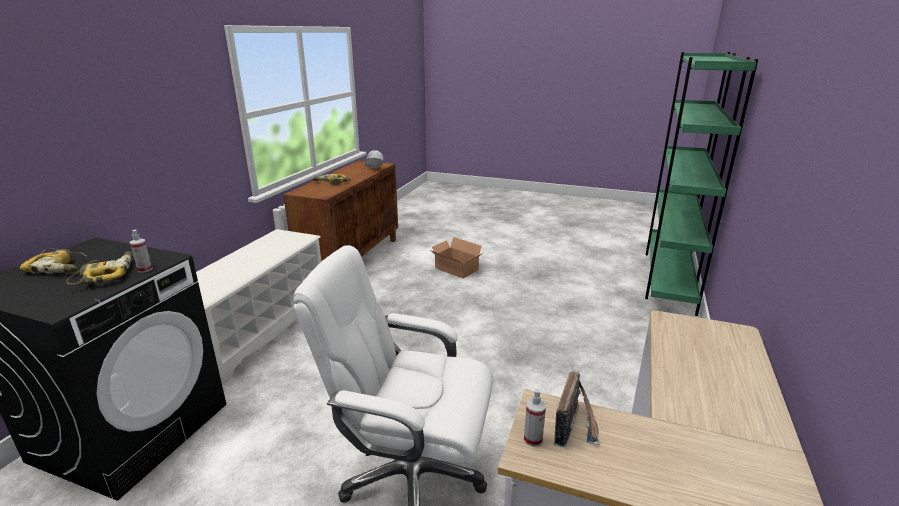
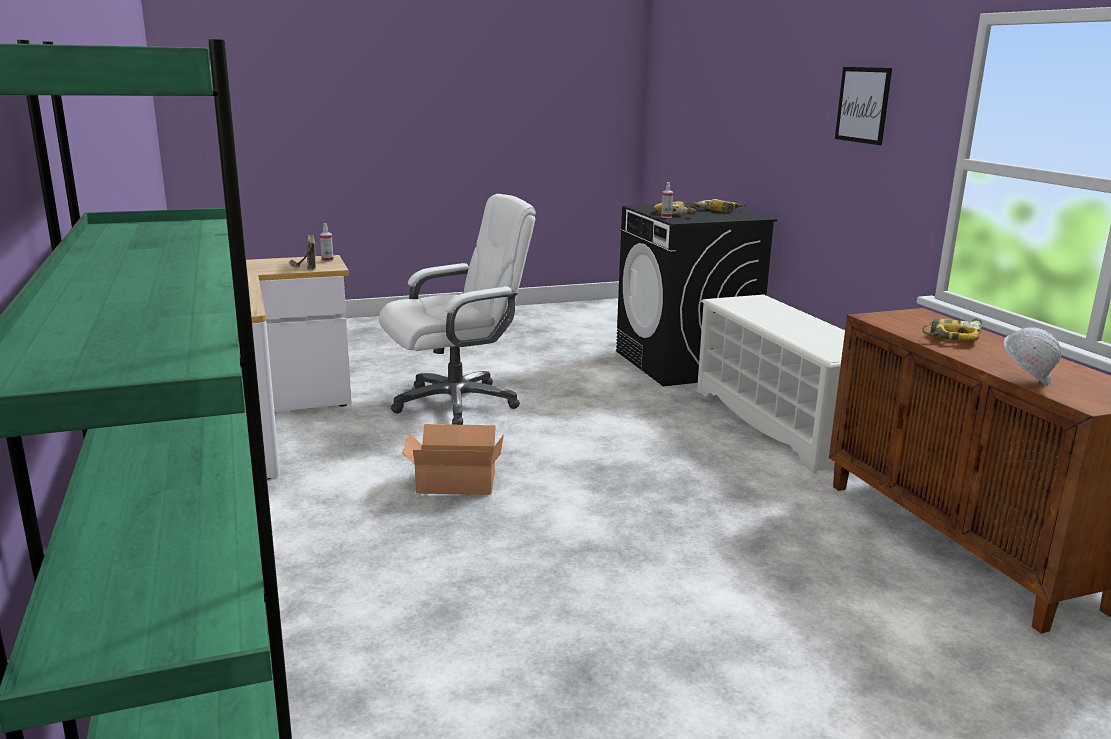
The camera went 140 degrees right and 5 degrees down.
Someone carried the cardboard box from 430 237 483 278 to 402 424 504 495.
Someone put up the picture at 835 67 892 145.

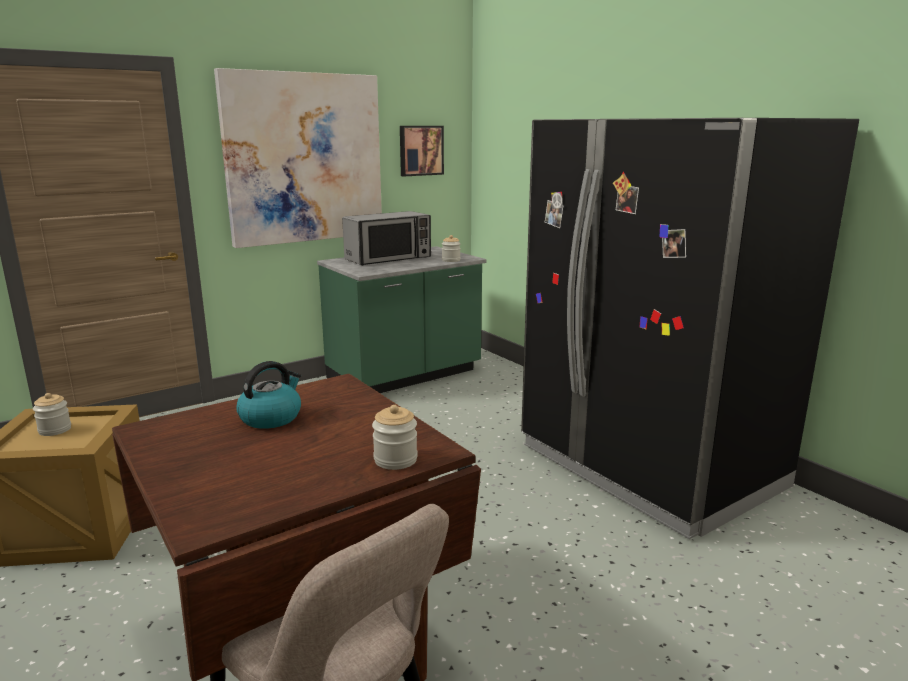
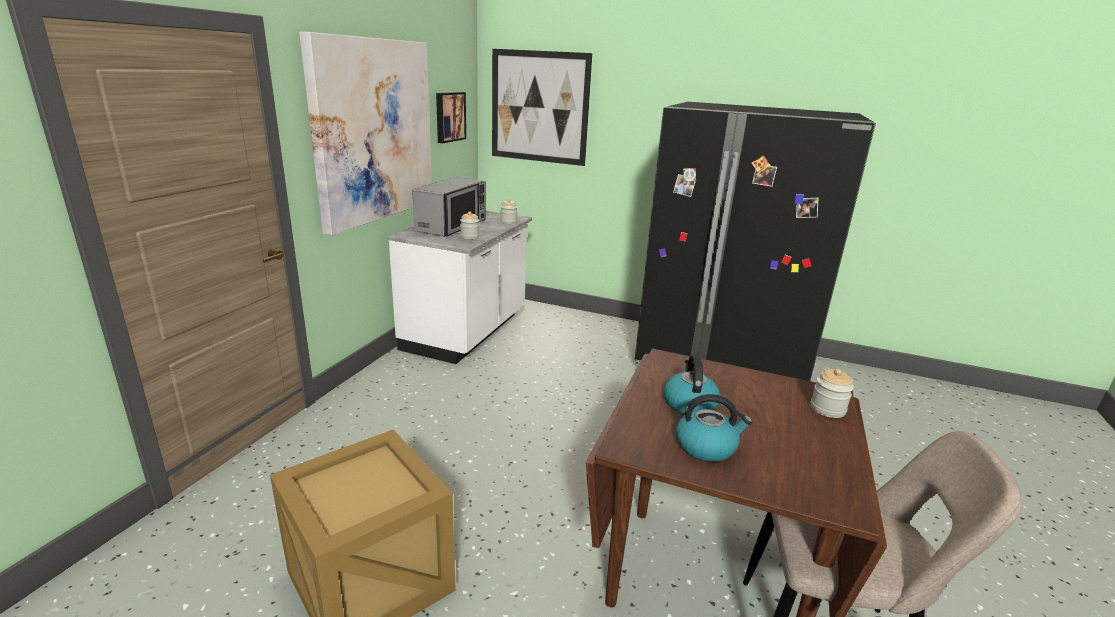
The camera went 35 degrees left and 5 degrees up.
Someone repainted the green counter at 317 246 486 393, which became the white counter at 388 211 532 364.
Someone carried the jar from 33 393 71 436 to 460 212 479 239.
Someone put up the picture at 492 49 592 166.
Someone put down the kettle at 676 394 752 462.

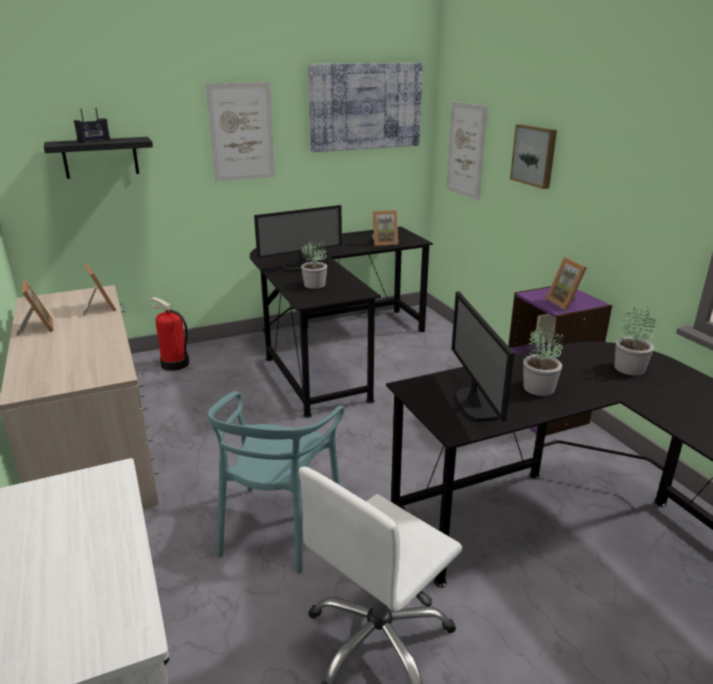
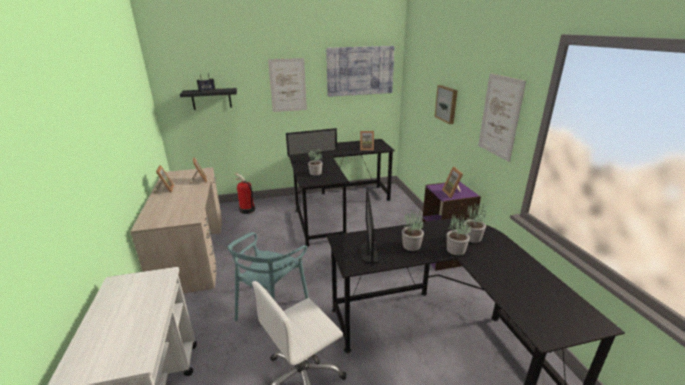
The camera went 10 degrees right and 0 degrees up.
Someone carried the picture from 446 101 487 200 to 478 73 526 162.
Someone put down the potted plant at 447 214 471 255.

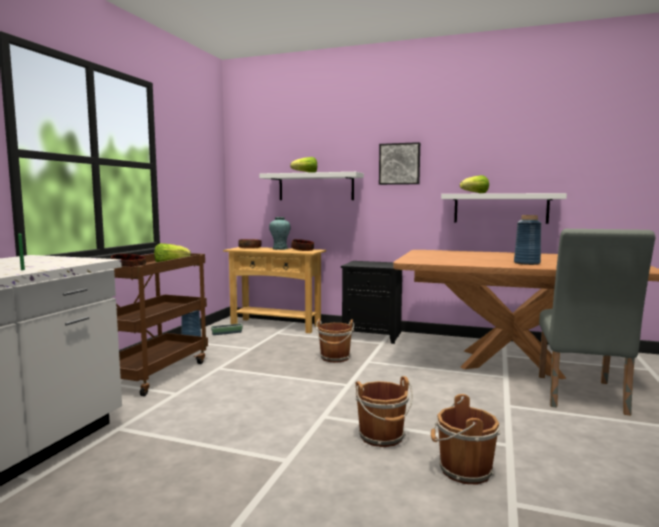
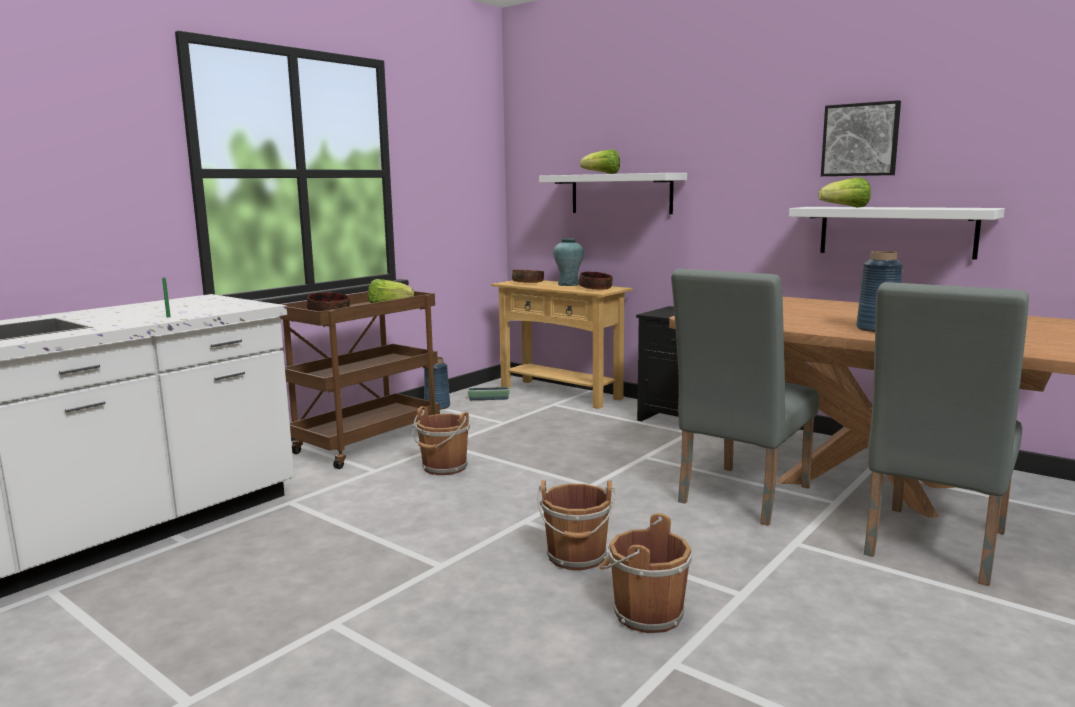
The camera went 20 degrees right and 5 degrees up.
Someone carried the picture from 379 142 420 185 to 821 100 901 176.
Someone carried the brown bucket from 316 319 354 363 to 412 406 470 475.
Someone put down the grey chair at 671 268 819 526.

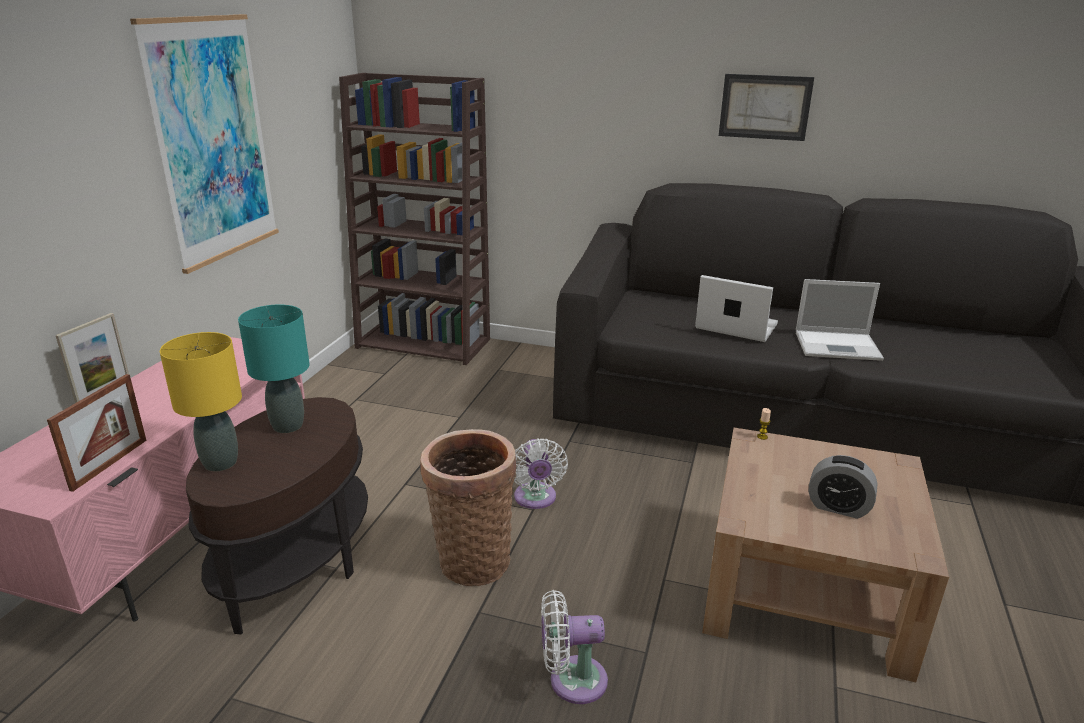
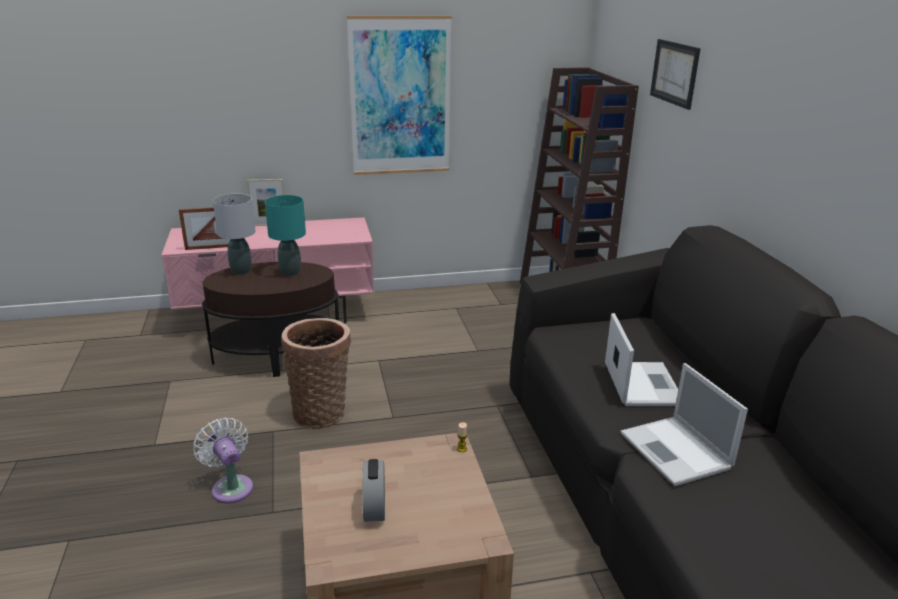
The camera went 60 degrees right and 0 degrees up.
Someone carried the picture from 719 74 814 141 to 650 39 701 110.
Someone repainted the yellow table lamp at 160 332 242 471, which became the grey table lamp at 213 194 256 275.
Someone took away the white fan at 514 438 568 509.

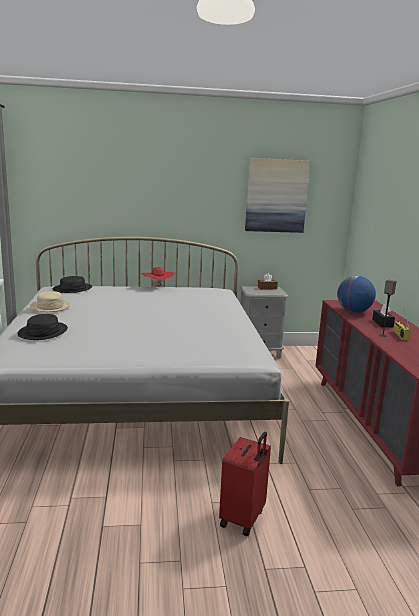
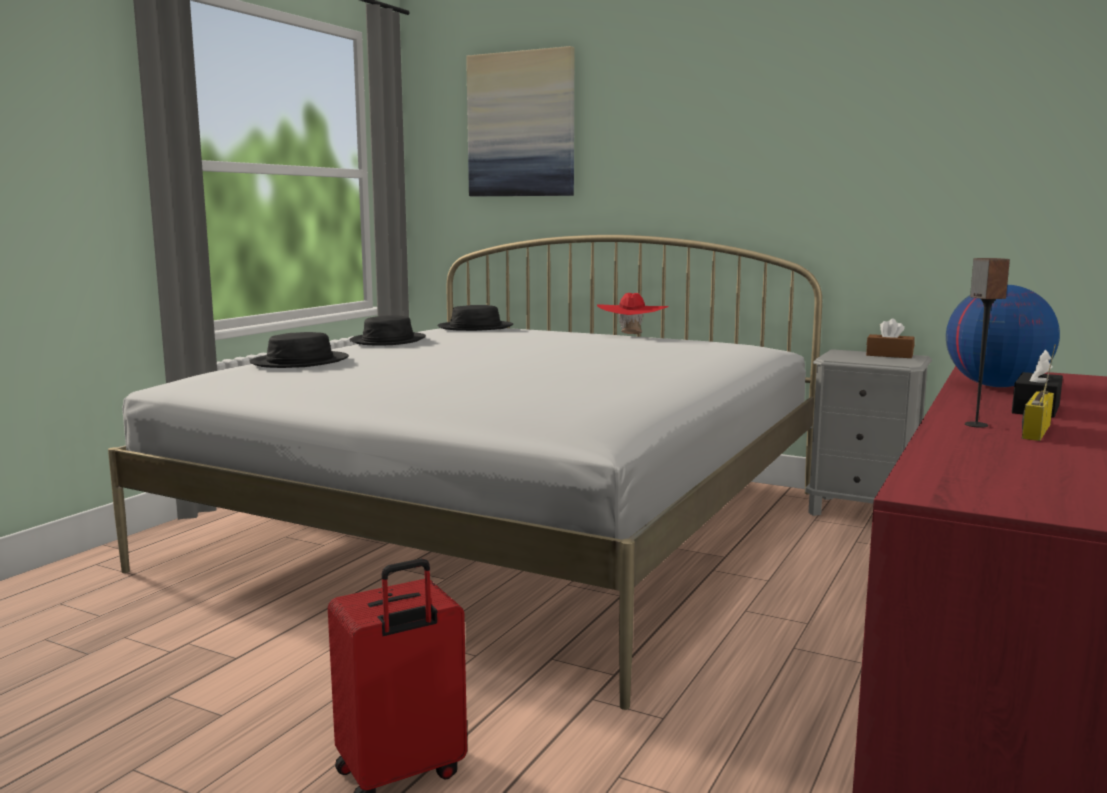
The camera went 35 degrees right and 5 degrees down.
Someone carried the picture from 245 158 310 233 to 466 46 574 196.
Someone repainted the beige hat at 30 291 70 312, which became the black hat at 350 315 426 345.

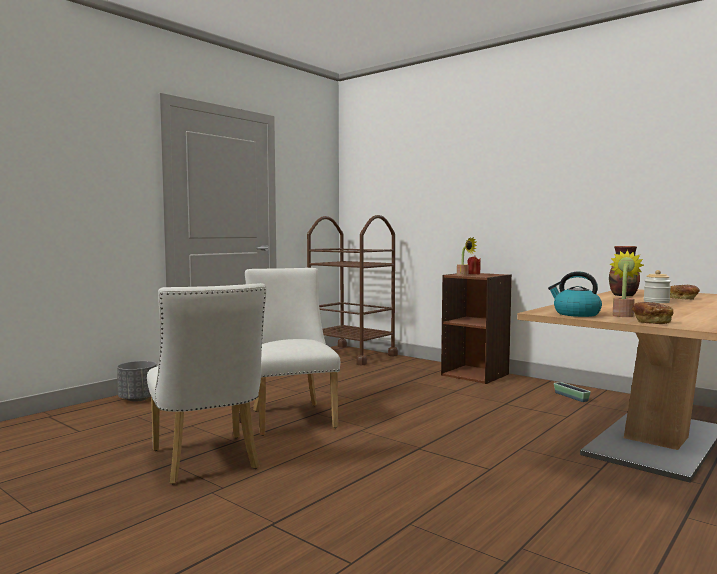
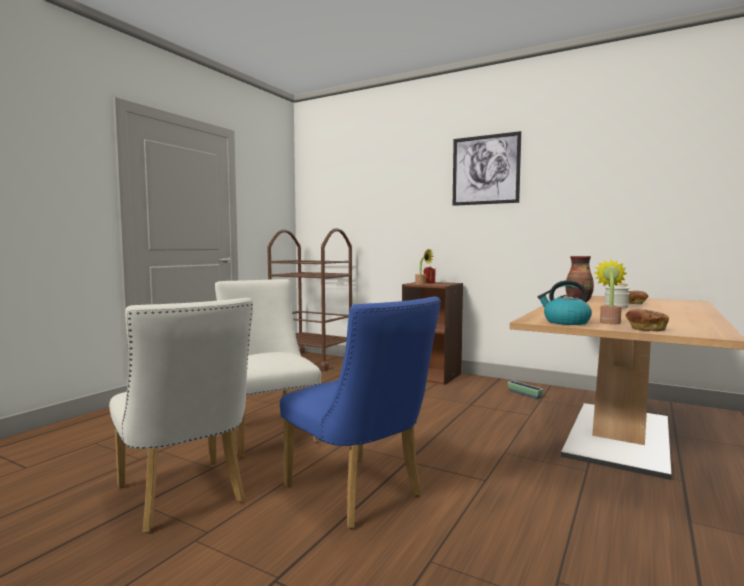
The camera went 10 degrees left and 0 degrees up.
Someone took away the grey planter at 117 361 157 402.
Someone put up the picture at 453 131 521 206.
Someone put down the blue chair at 280 296 441 529.

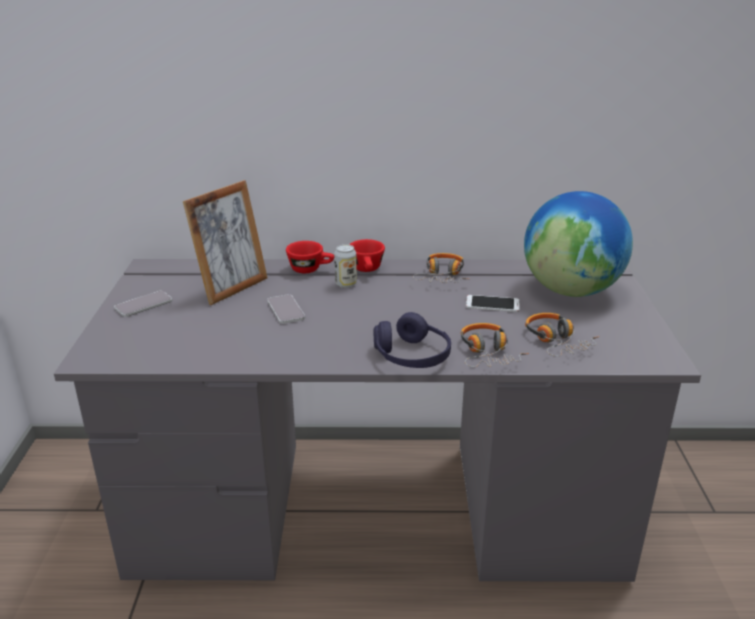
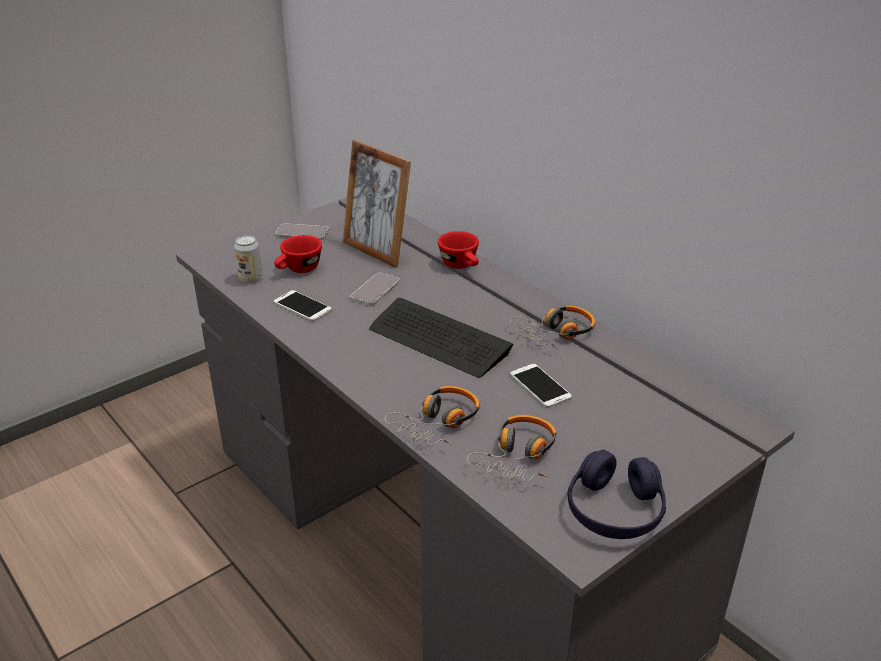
The camera went 50 degrees right and 5 degrees up.
Someone rotated the picture frame at 183 180 268 305 by 45 degrees clockwise.
Someone took away the globe at 524 191 633 297.
Someone carried the red cup from 349 239 385 272 to 274 235 322 273.
Someone carried the can from 334 244 357 288 to 234 235 262 283.
Someone carried the purple headphones from 374 312 451 368 to 567 450 666 539.
Someone put down the phone at 274 290 332 321.
Someone put down the keyboard at 369 298 513 378.

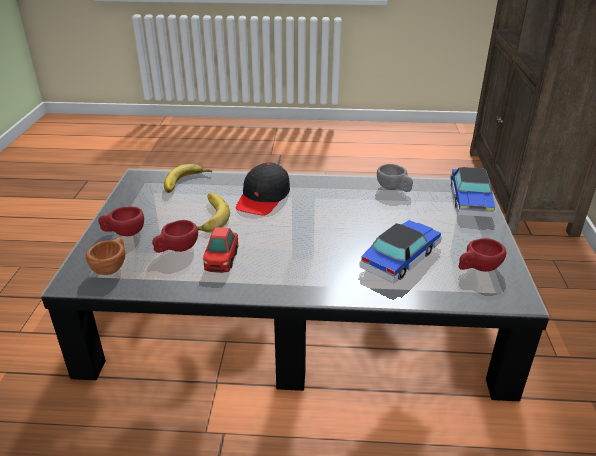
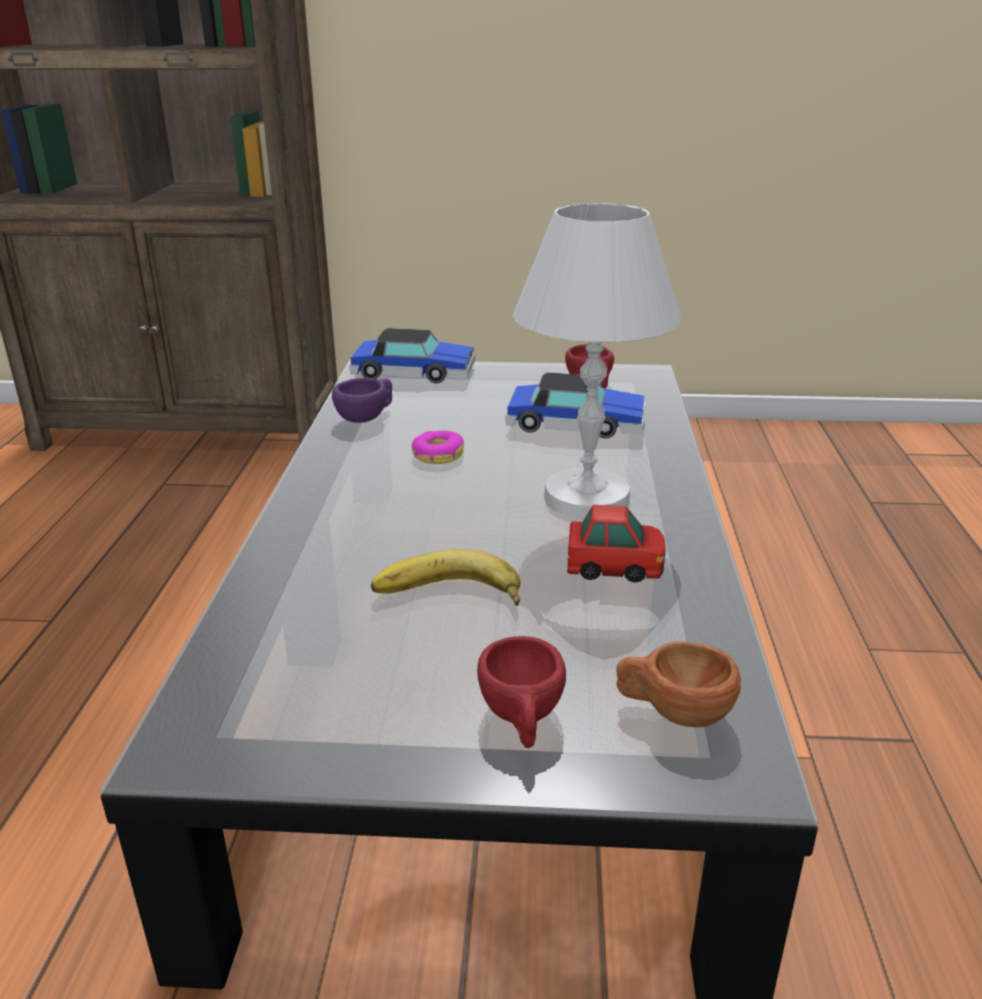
The camera went 90 degrees left and 5 degrees down.
Someone took away the black cap at 236 163 290 216.
Someone took away the banana at 164 164 212 193.
Someone repainted the grey cup at 377 164 413 192, which became the purple cup at 332 378 392 423.
Someone took away the red cup at 152 220 198 253.
Someone rotated the toy car at 359 220 442 283 by 150 degrees clockwise.
Someone put down the white table lamp at 513 203 681 519.
Someone put down the donut at 412 430 464 464.

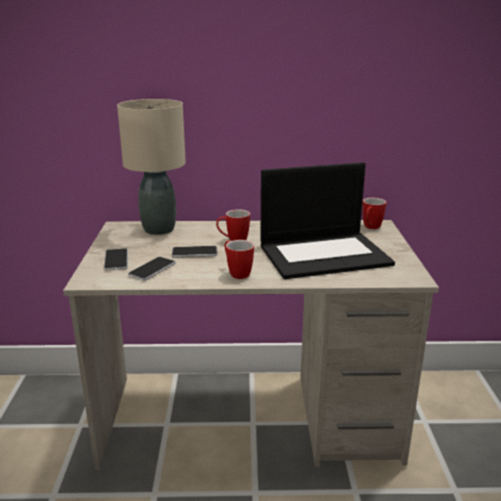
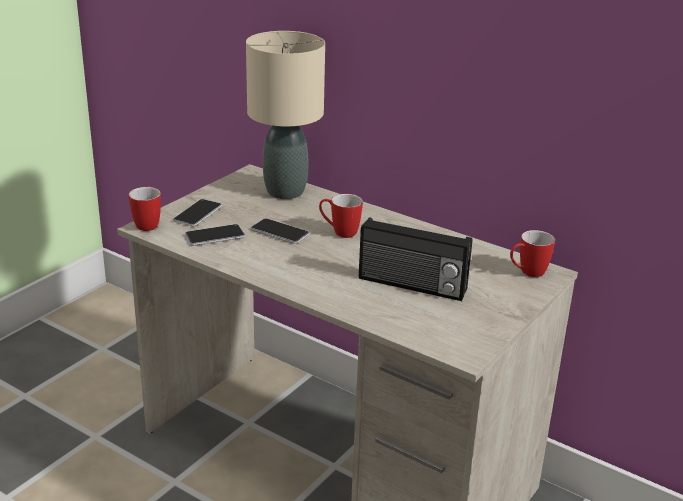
The camera went 35 degrees right and 5 degrees up.
Someone swapped the laptop at 260 162 395 279 for the radio at 359 217 472 301.
Someone carried the mug from 225 240 254 279 to 128 186 161 231.

